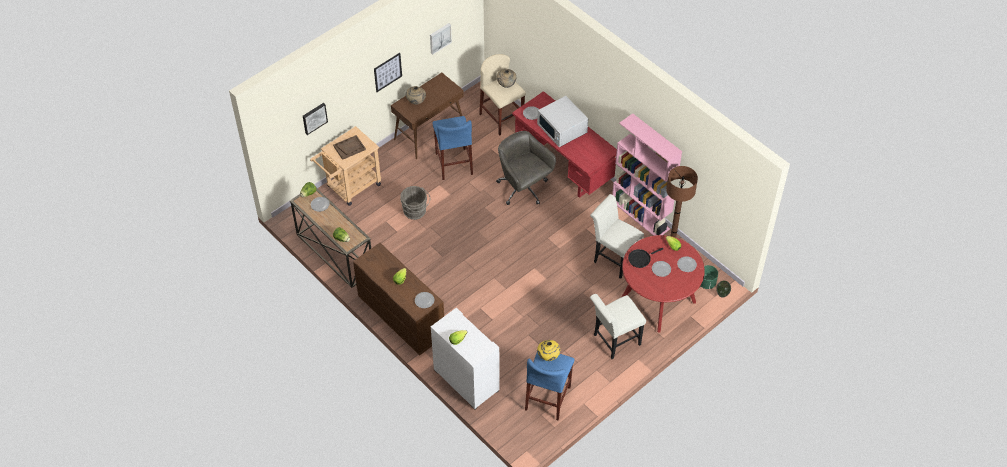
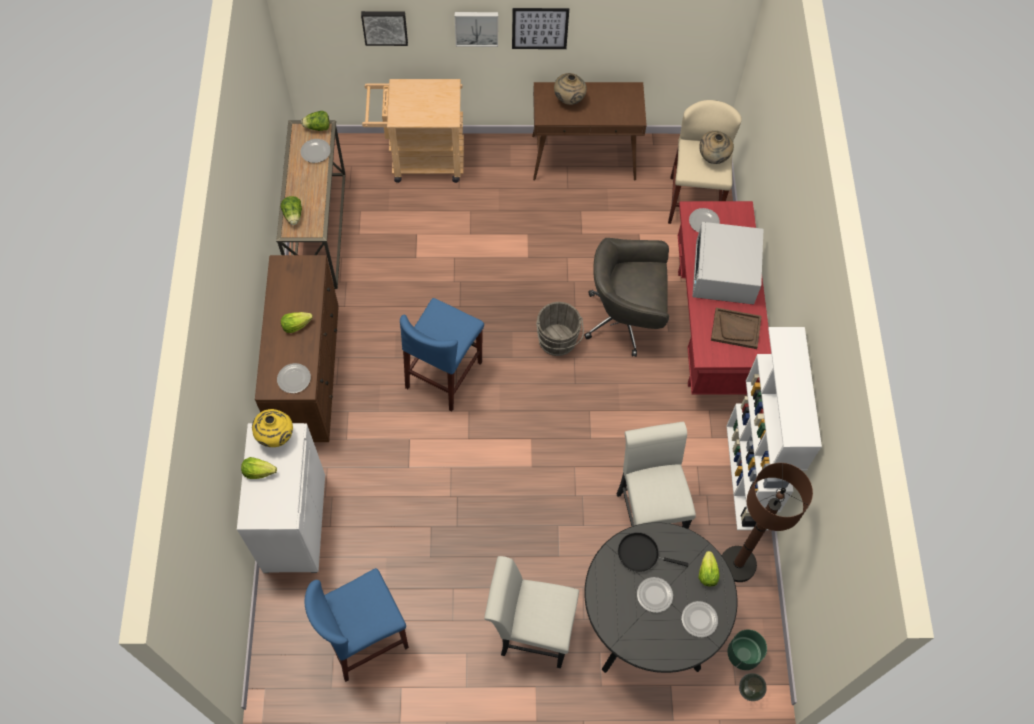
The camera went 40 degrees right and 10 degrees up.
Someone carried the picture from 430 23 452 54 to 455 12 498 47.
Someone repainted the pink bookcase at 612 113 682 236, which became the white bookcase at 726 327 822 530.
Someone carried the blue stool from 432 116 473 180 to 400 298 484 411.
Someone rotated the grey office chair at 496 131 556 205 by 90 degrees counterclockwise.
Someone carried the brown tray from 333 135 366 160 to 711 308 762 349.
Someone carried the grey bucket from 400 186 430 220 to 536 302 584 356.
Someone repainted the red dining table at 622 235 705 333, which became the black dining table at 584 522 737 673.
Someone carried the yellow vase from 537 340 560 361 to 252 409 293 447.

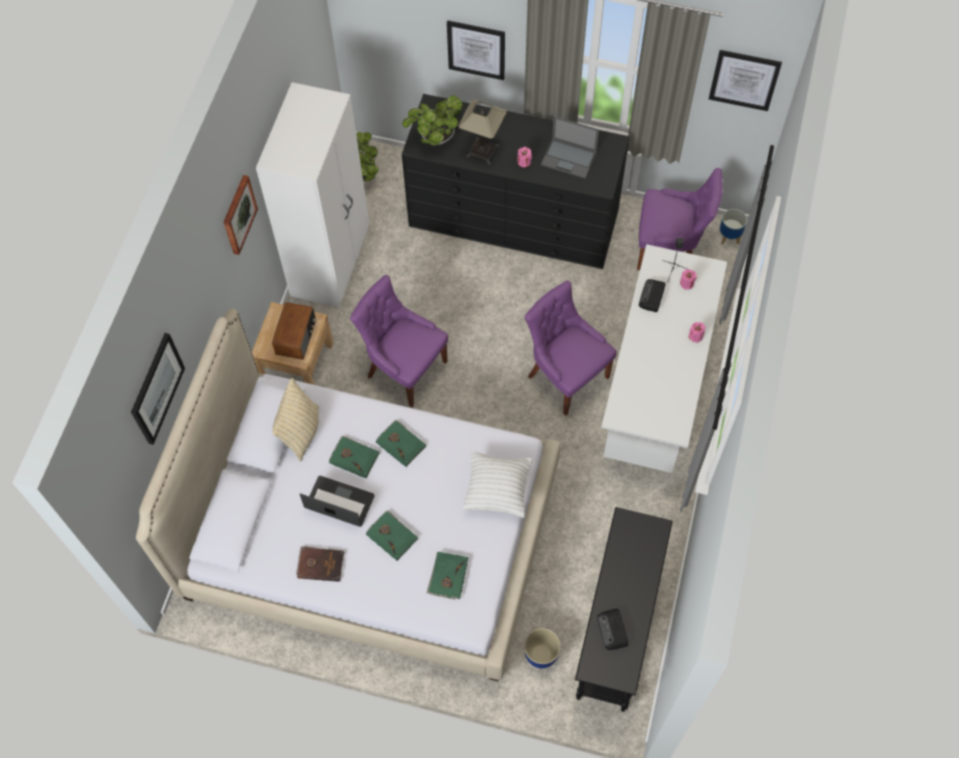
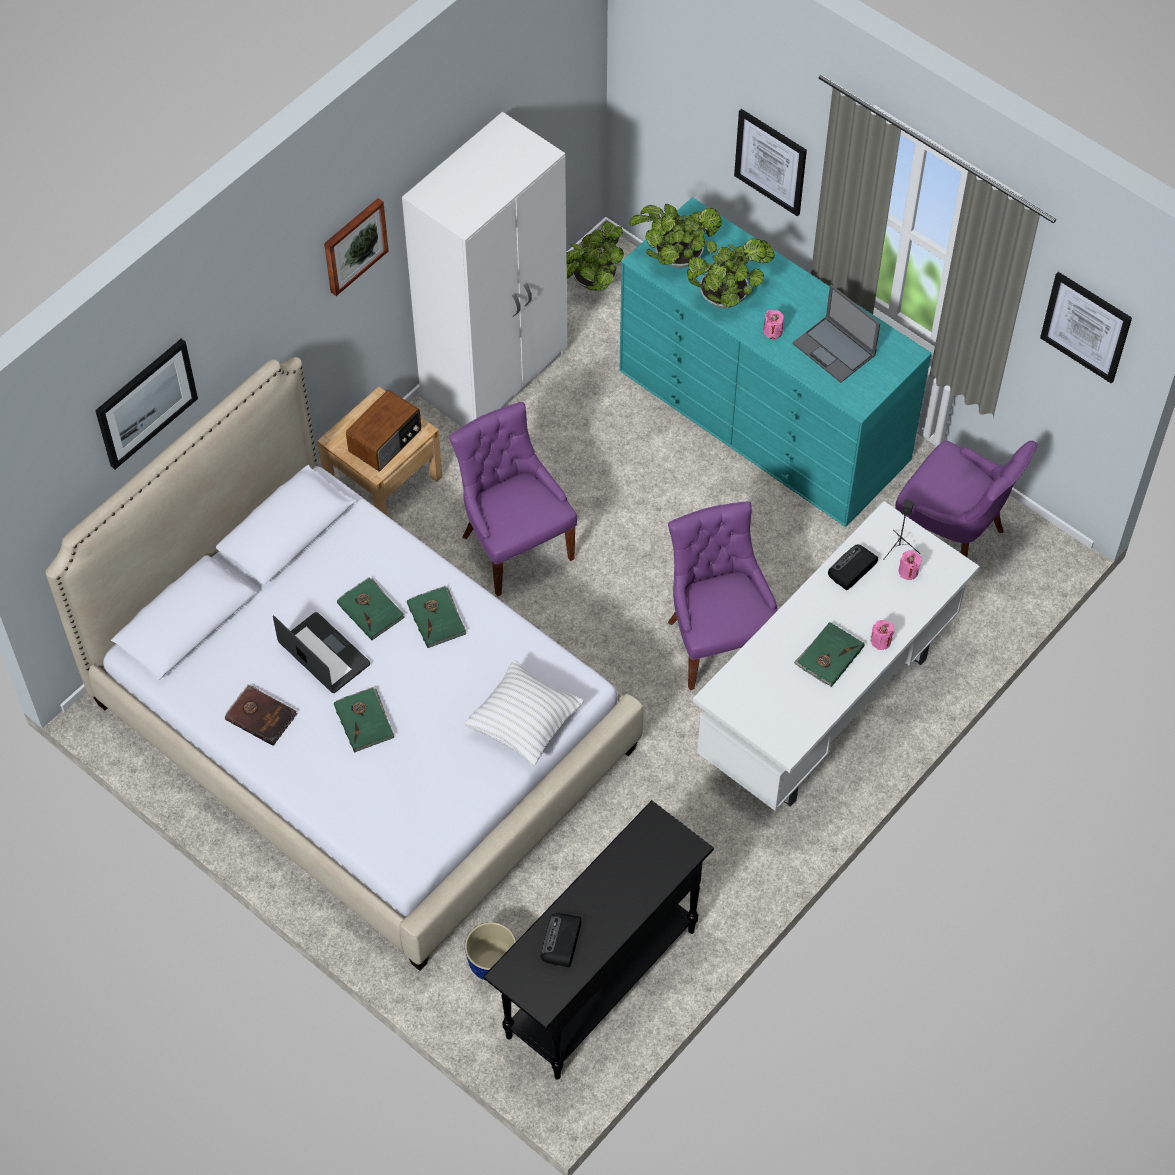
The camera went 25 degrees right and 5 degrees down.
Someone repainted the black dresser at 402 94 630 269, which became the turquoise dresser at 619 197 931 527.
Someone swapped the table lamp at 458 99 507 165 for the potted plant at 687 238 775 308.
Someone took away the planter at 720 209 747 245.
Someone took away the beige pillow at 273 378 319 461.
Someone carried the green book from 427 552 468 599 to 794 622 865 687.

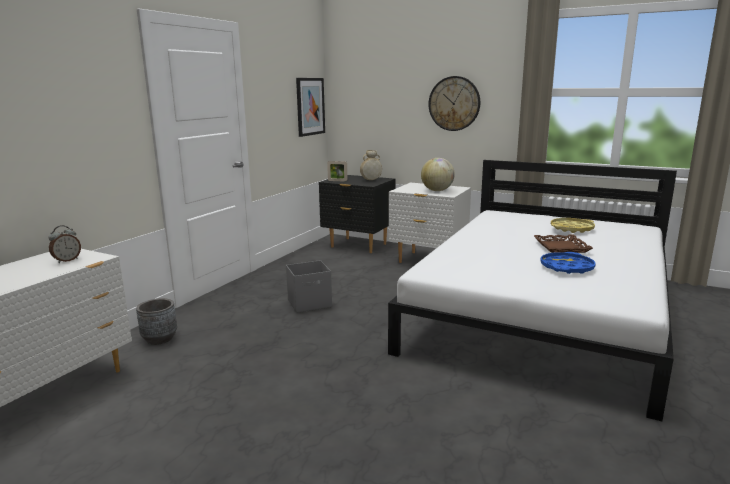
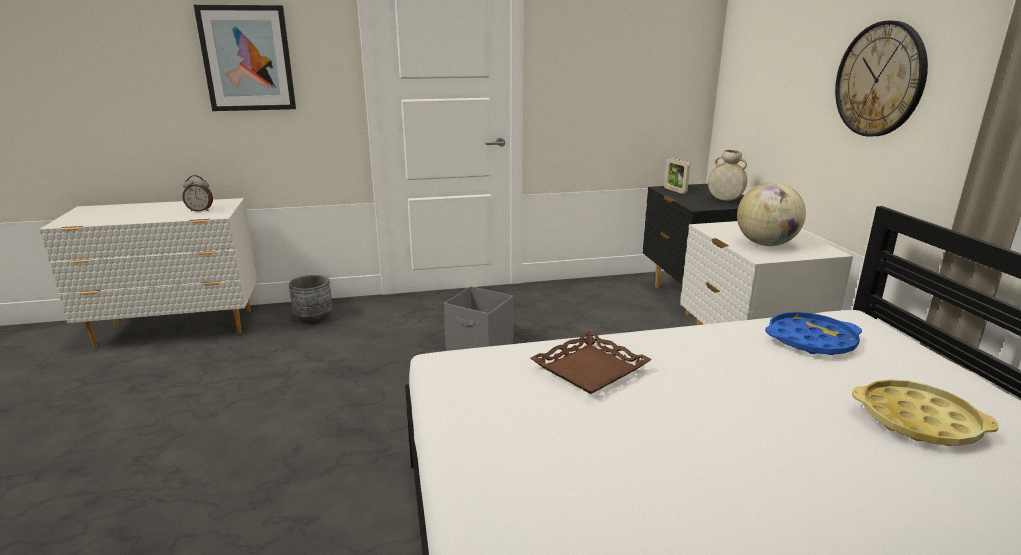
The camera went 50 degrees right and 5 degrees up.
Someone carried the picture from 296 78 325 137 to 194 5 296 111.
Someone carried the brown tray from 534 234 593 253 to 531 331 652 394.
Someone carried the blue tray from 540 252 596 274 to 765 312 862 355.

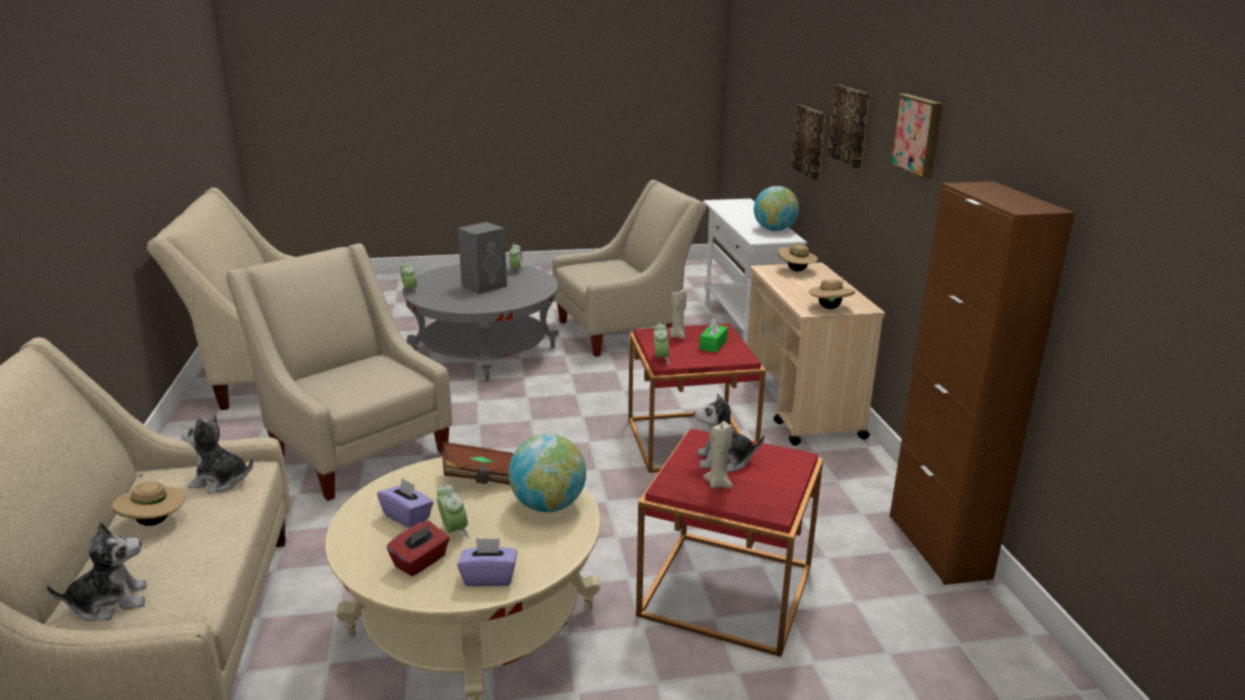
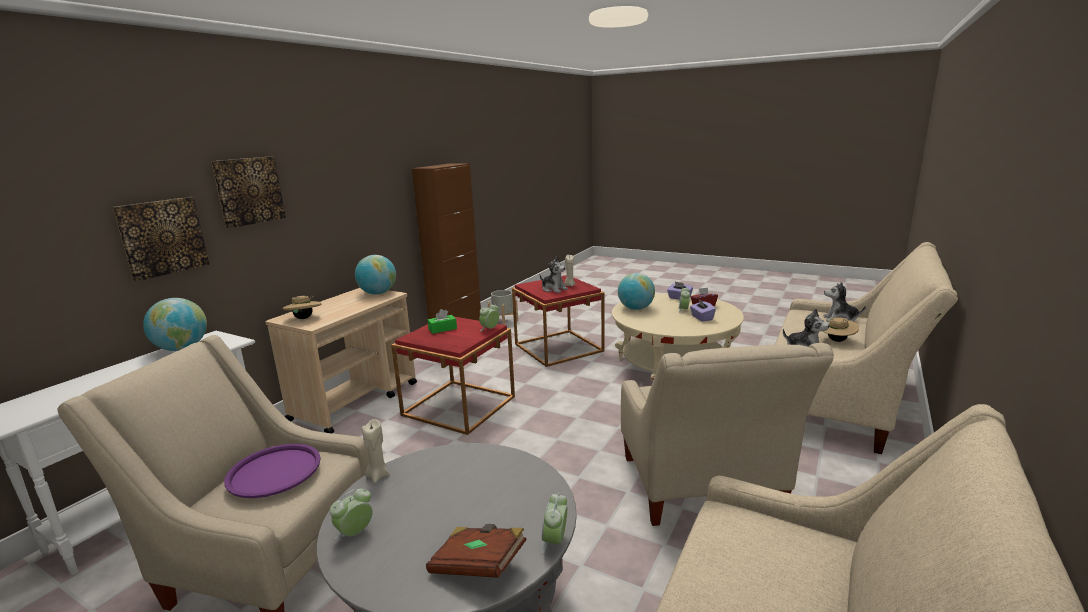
The camera went 140 degrees left and 5 degrees down.
Someone took away the picture at 890 94 943 179.
Someone took away the grey speaker at 458 222 507 294.
Someone swapped the beige hat at 809 277 855 309 for the globe at 355 255 396 294.
Someone carried the beige candle from 669 290 686 339 to 362 419 389 483.
Someone carried the brown book from 442 442 513 485 to 426 524 527 578.
Someone put down the grey planter at 487 290 518 325.
Someone put down the purple tray at 224 444 321 498.

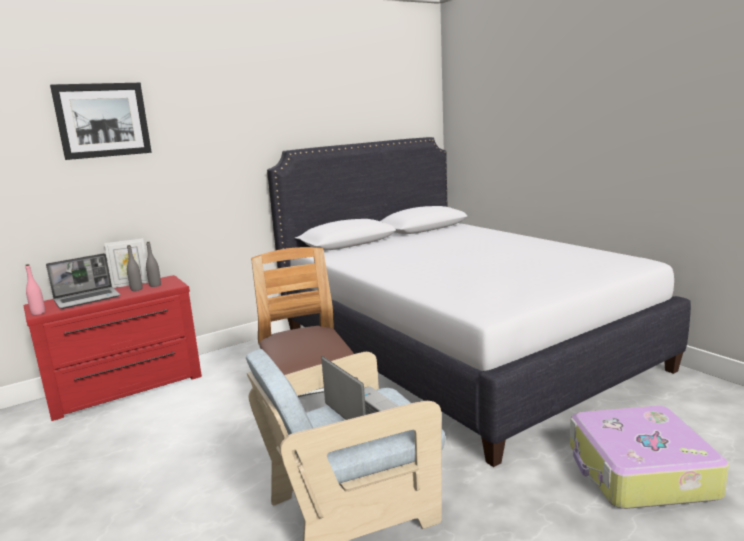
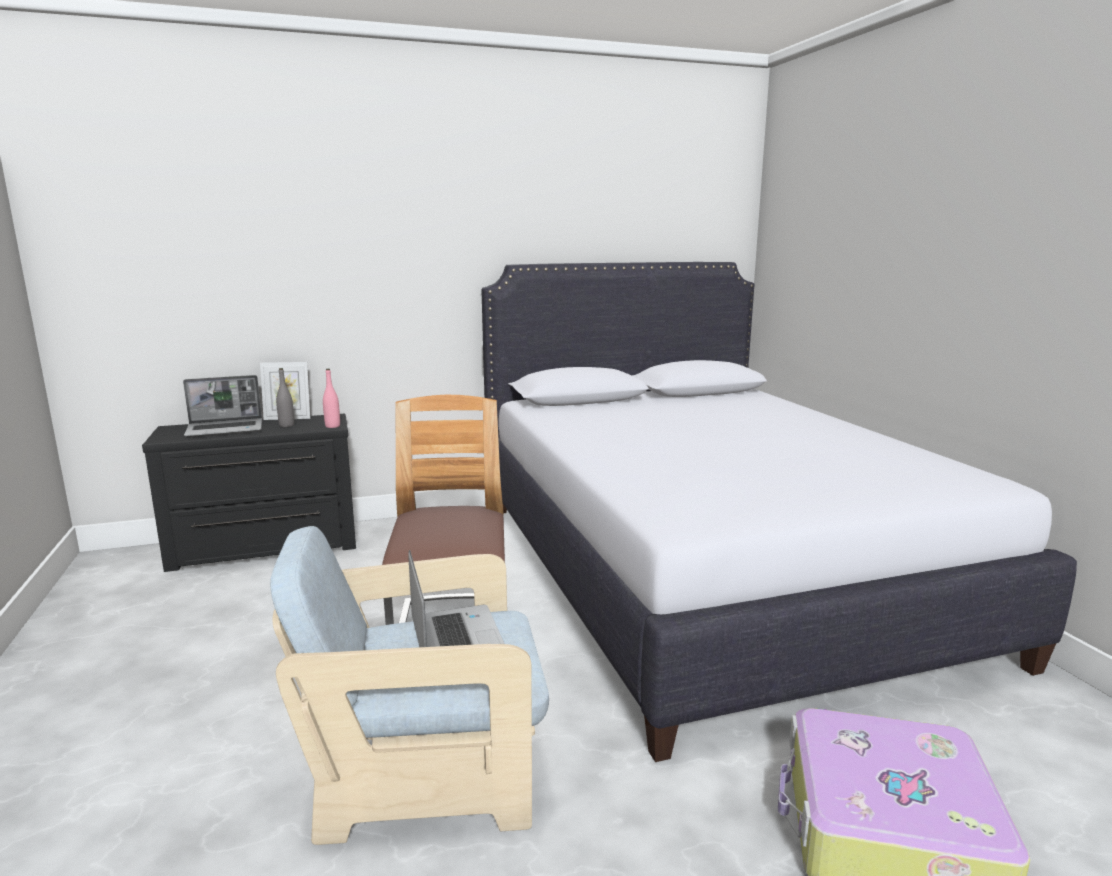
The camera went 15 degrees right and 0 degrees up.
Someone took away the picture at 50 83 152 160.
Someone took away the grey bottle at 146 242 161 287.
Someone carried the pink bottle from 25 264 45 315 to 323 369 340 428.
Someone repainted the red dresser at 24 275 202 421, which became the black dresser at 142 414 356 572.

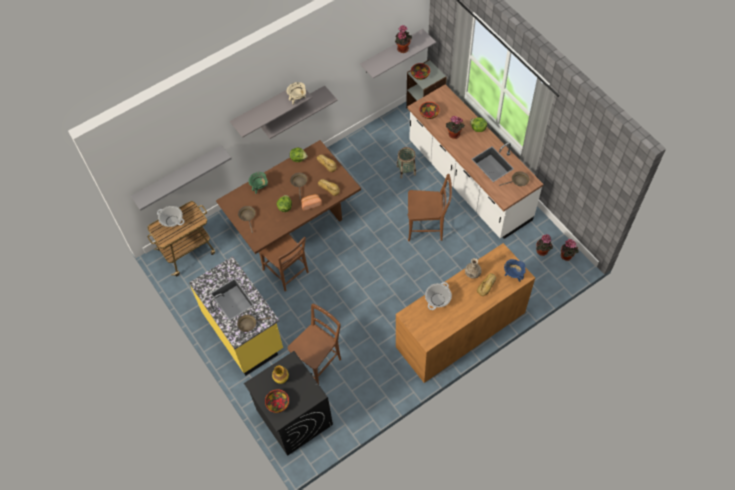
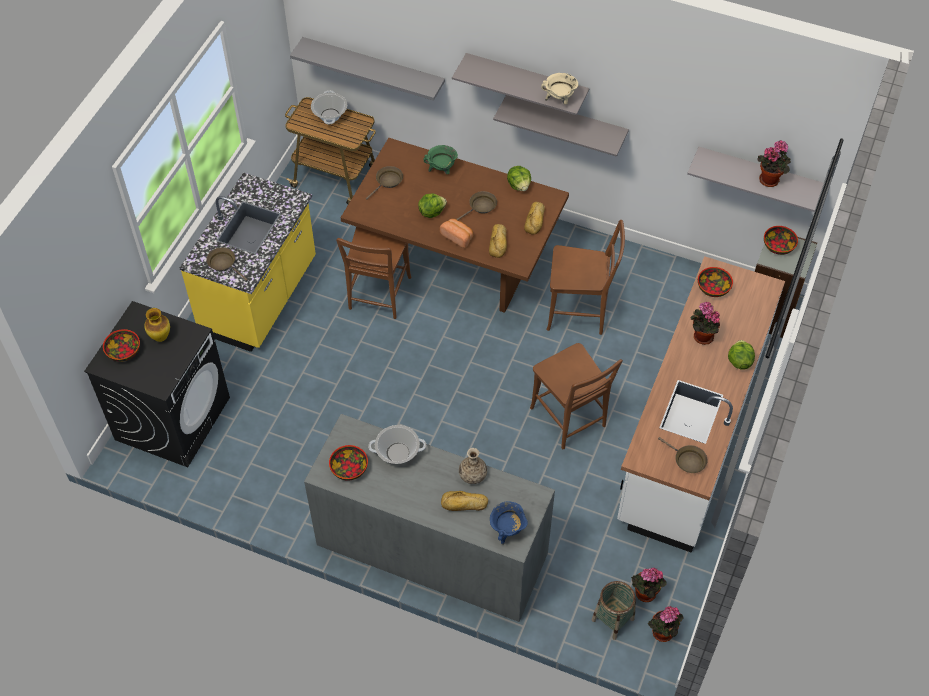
The camera went 55 degrees right and 5 degrees down.
Someone carried the basket from 397 147 416 179 to 592 581 636 640.
Someone repainted the brown dresser at 396 243 535 383, which became the grey dresser at 304 414 555 622.
Someone carried the brown chair from 288 304 341 384 to 547 220 625 335.
Someone put down the bowl at 329 445 368 481.

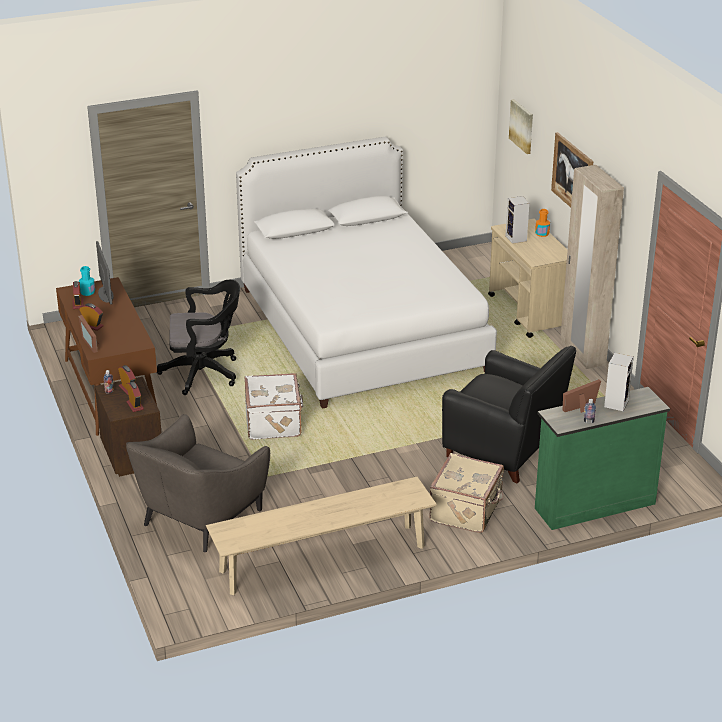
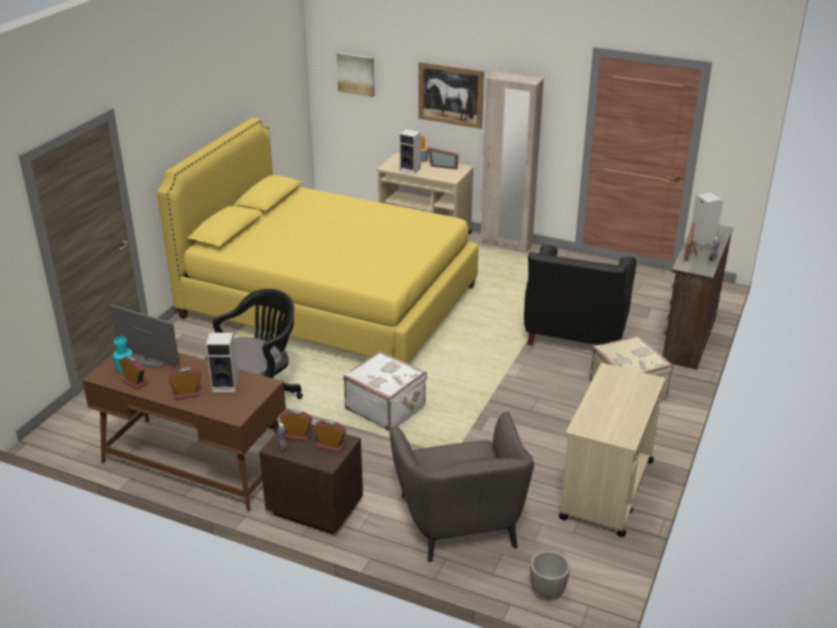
The camera went 45 degrees left and 0 degrees up.
Someone repainted the white bed at 236 137 497 409, which became the yellow bed at 157 118 479 364.
Someone carried the picture frame from 78 315 99 353 to 427 147 459 170.
Someone rotated the black armchair at 442 346 576 484 by 120 degrees clockwise.
Someone repainted the green dresser at 535 387 670 530, which became the brown dresser at 663 225 733 370.
Someone swapped the beige bench at 206 477 437 595 for the beige cart at 559 363 665 537.
Someone put down the speaker at 206 332 239 392.
Someone put down the planter at 530 551 570 598.

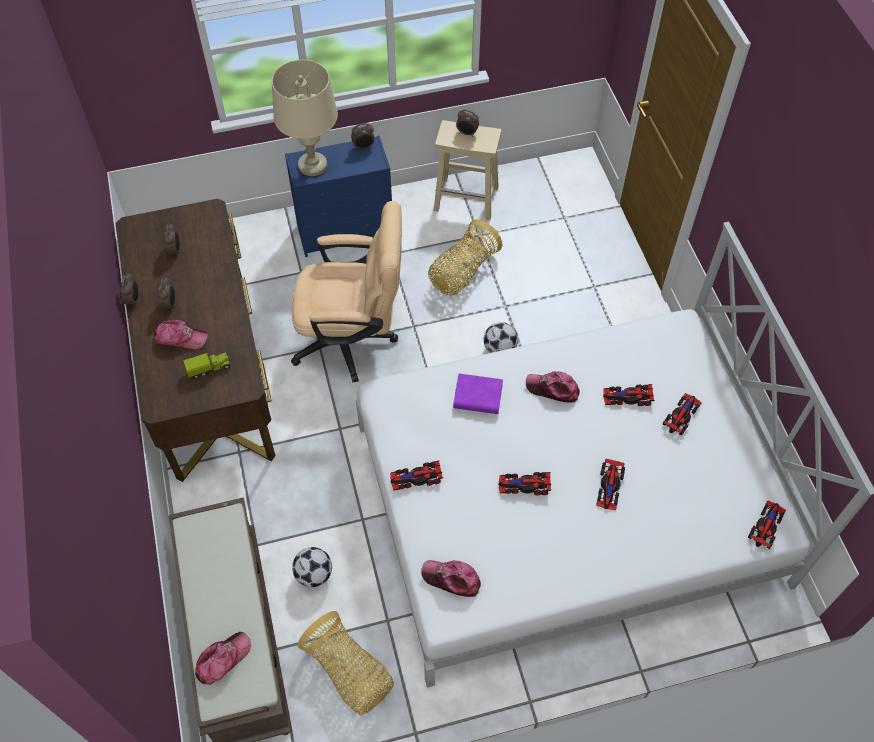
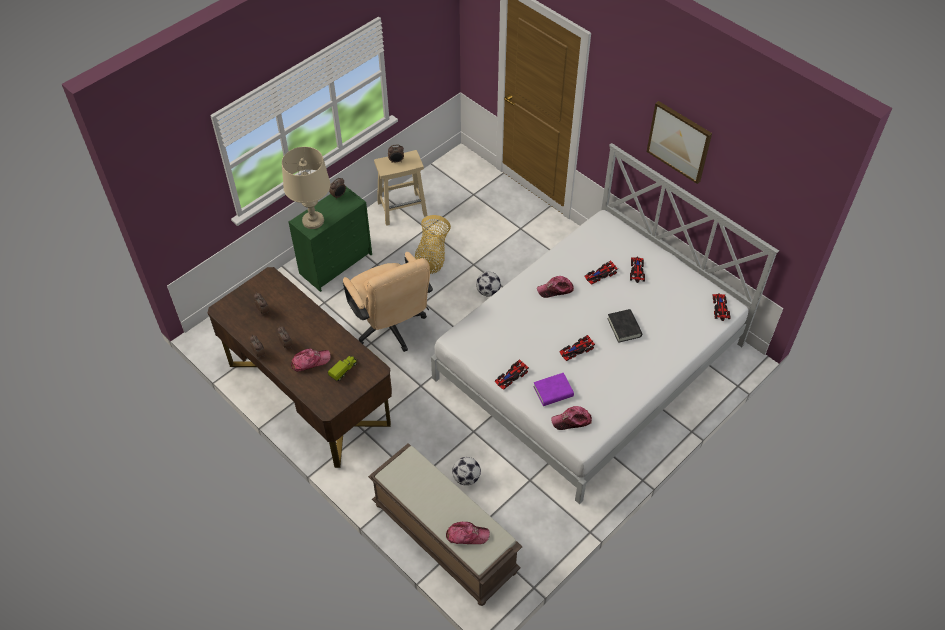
The camera went 30 degrees left and 5 degrees down.
Someone repainted the blue dresser at 285 136 392 257, which became the green dresser at 288 187 372 292.
Someone rotated the beige office chair at 291 201 402 382 by 90 degrees clockwise.
Someone carried the purple book from 453 374 503 414 to 533 373 574 406.
Someone swapped the toy car at 596 458 625 510 for the black book at 607 309 642 343.
Someone took away the basket at 297 611 394 715.
Someone rotated the cap at 195 632 251 685 by 75 degrees clockwise.
Someone put up the picture at 647 101 712 184.

